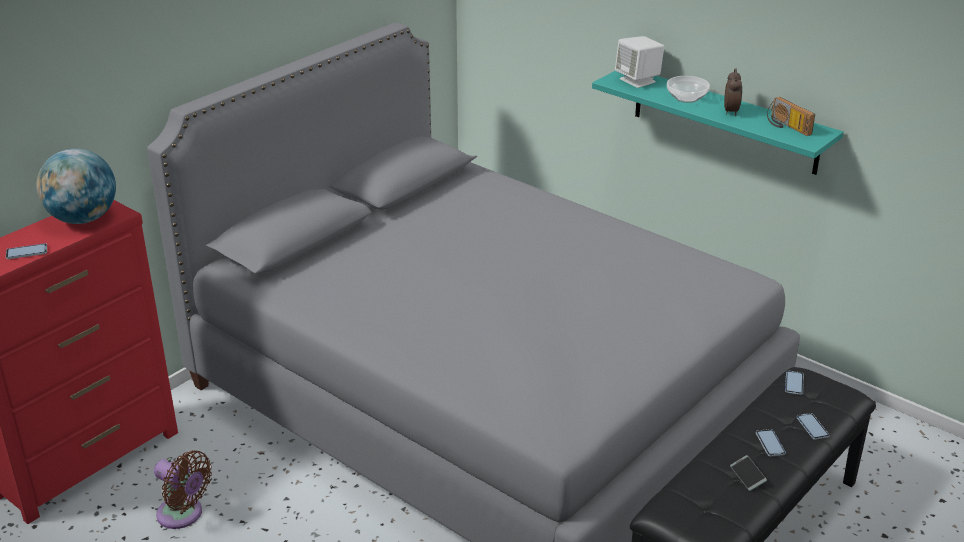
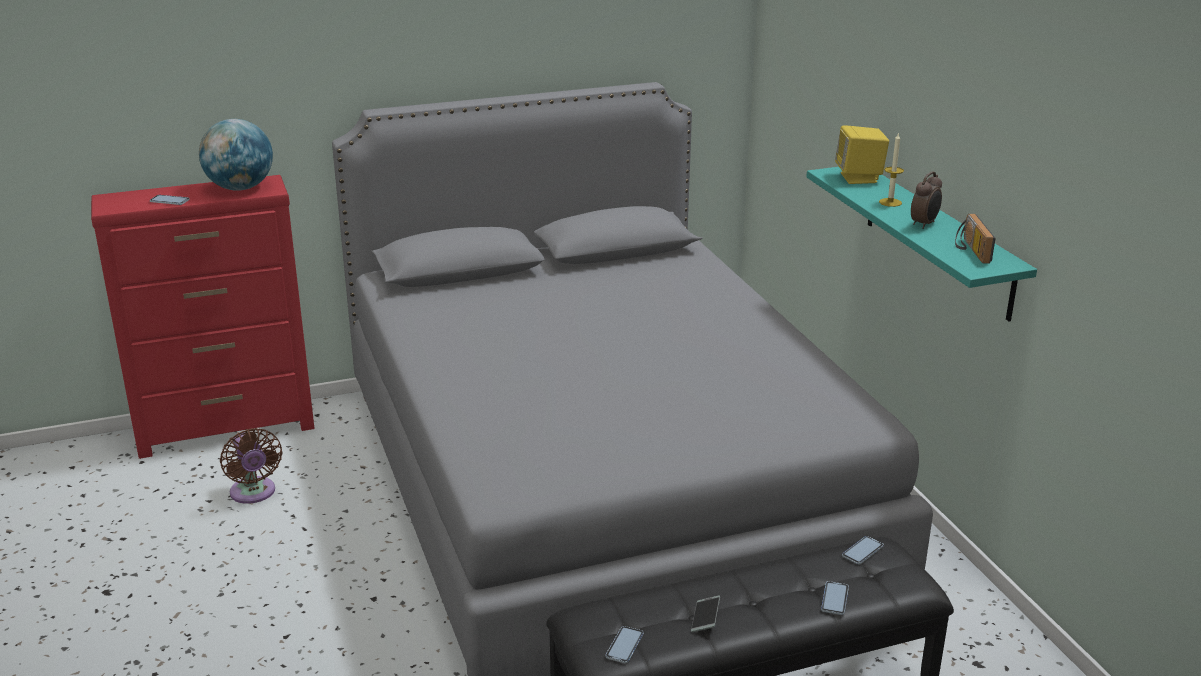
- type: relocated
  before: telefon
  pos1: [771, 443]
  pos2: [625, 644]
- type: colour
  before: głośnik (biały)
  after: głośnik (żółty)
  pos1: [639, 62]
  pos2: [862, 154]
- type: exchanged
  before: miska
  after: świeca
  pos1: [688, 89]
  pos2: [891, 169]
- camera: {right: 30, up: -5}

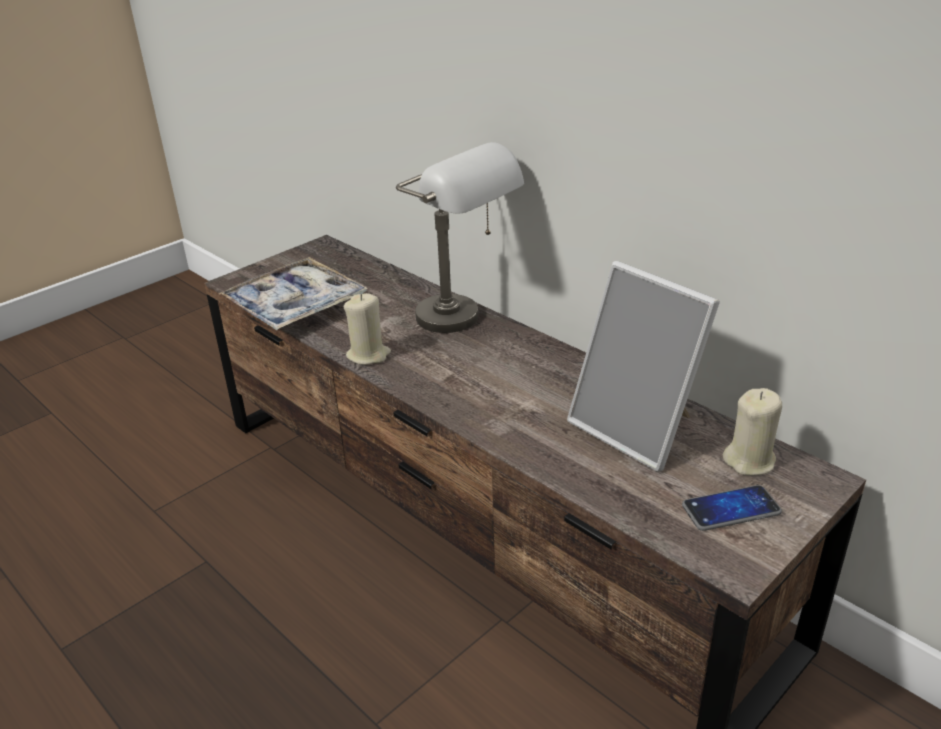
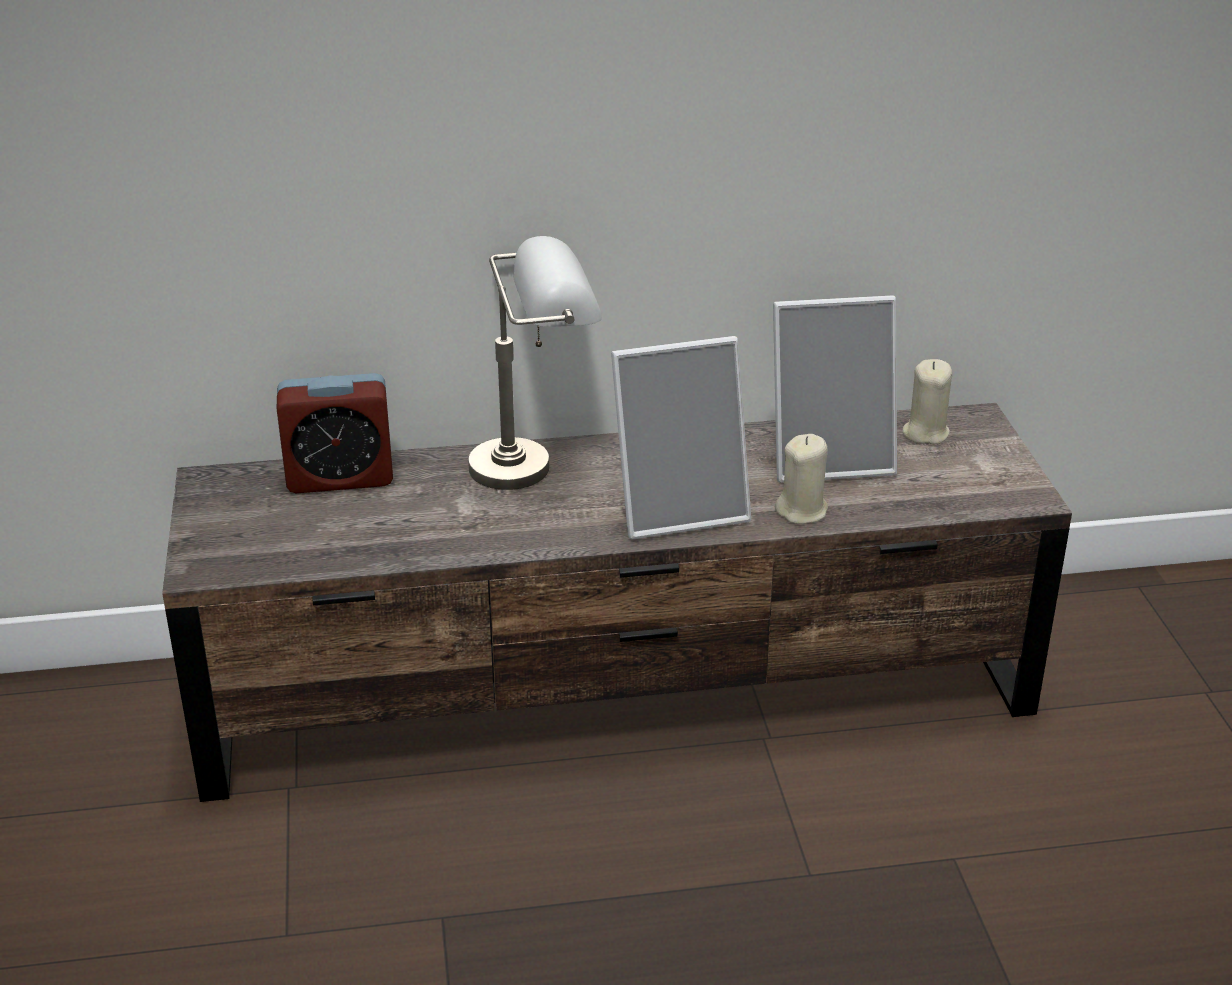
- type: appeared
  after: budzik
  pos2: [334, 433]
- type: appeared
  after: ramka na zdjęcie
  pos2: [681, 438]
- type: relocated
  before: świeca (beżowy)
  pos1: [367, 329]
  pos2: [801, 479]
- type: missing
  before: taca
  pos1: [293, 293]
- type: missing
  before: telefon
  pos1: [732, 508]
- camera: {right: -55, up: 0}

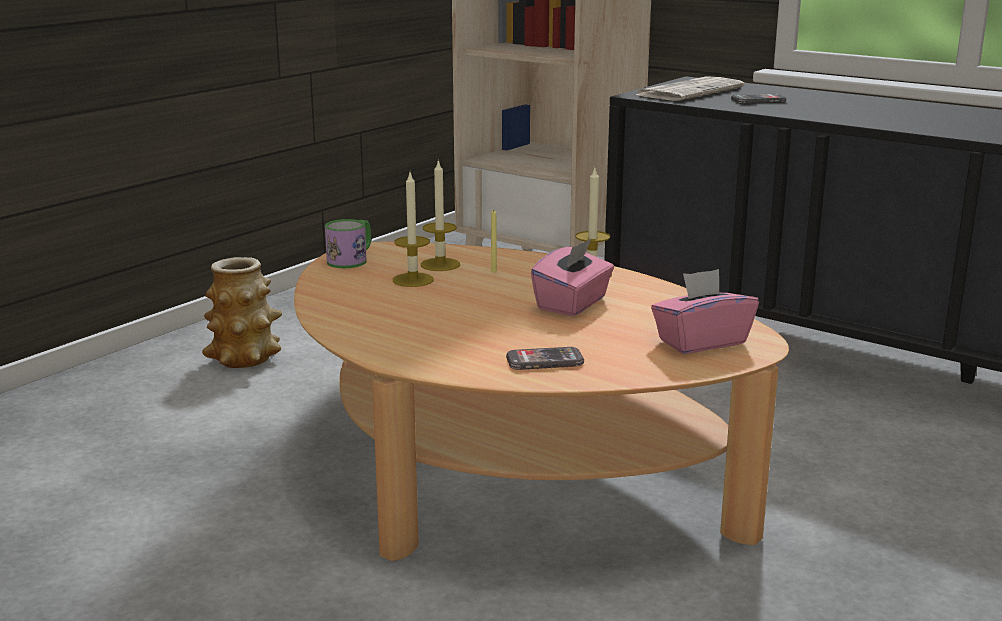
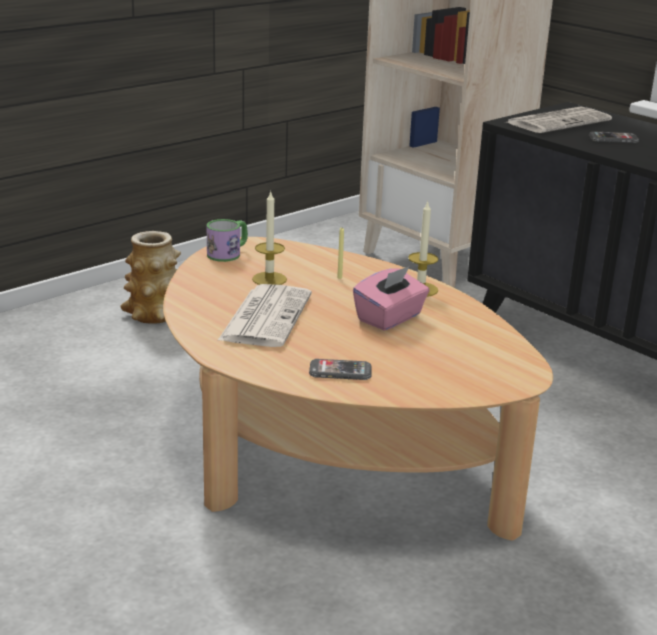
- type: appeared
  after: gazeta
  pos2: [264, 315]
- type: missing
  before: świeca
  pos1: [440, 215]
- type: missing
  before: pudełko chusteczek (różowy)
  pos1: [705, 311]
- camera: {right: 10, up: 5}

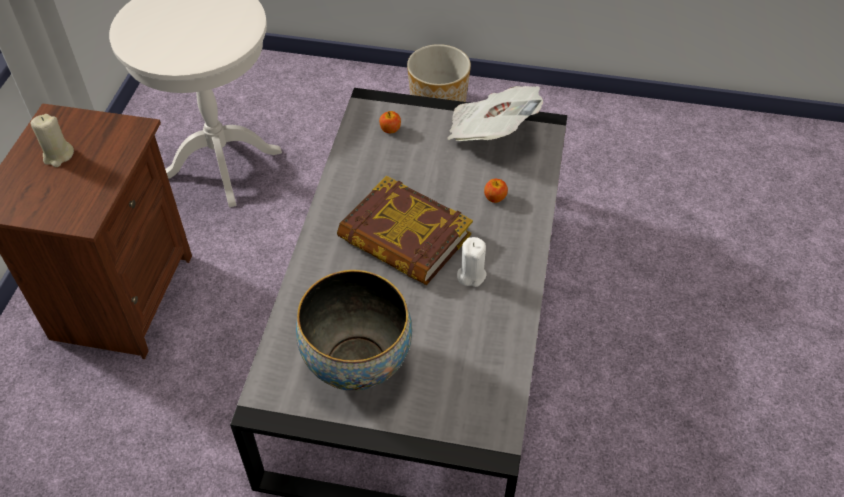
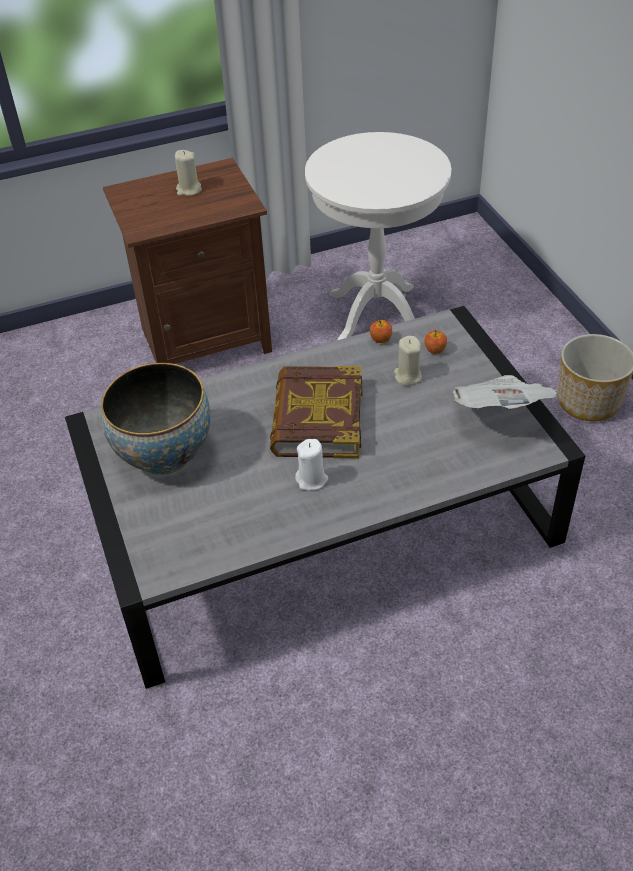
- type: relocated
  before: jabłko
  pos1: [496, 191]
  pos2: [381, 331]
- type: appeared
  after: świeca (beżowy)
  pos2: [408, 361]
- camera: {right: 60, up: -5}

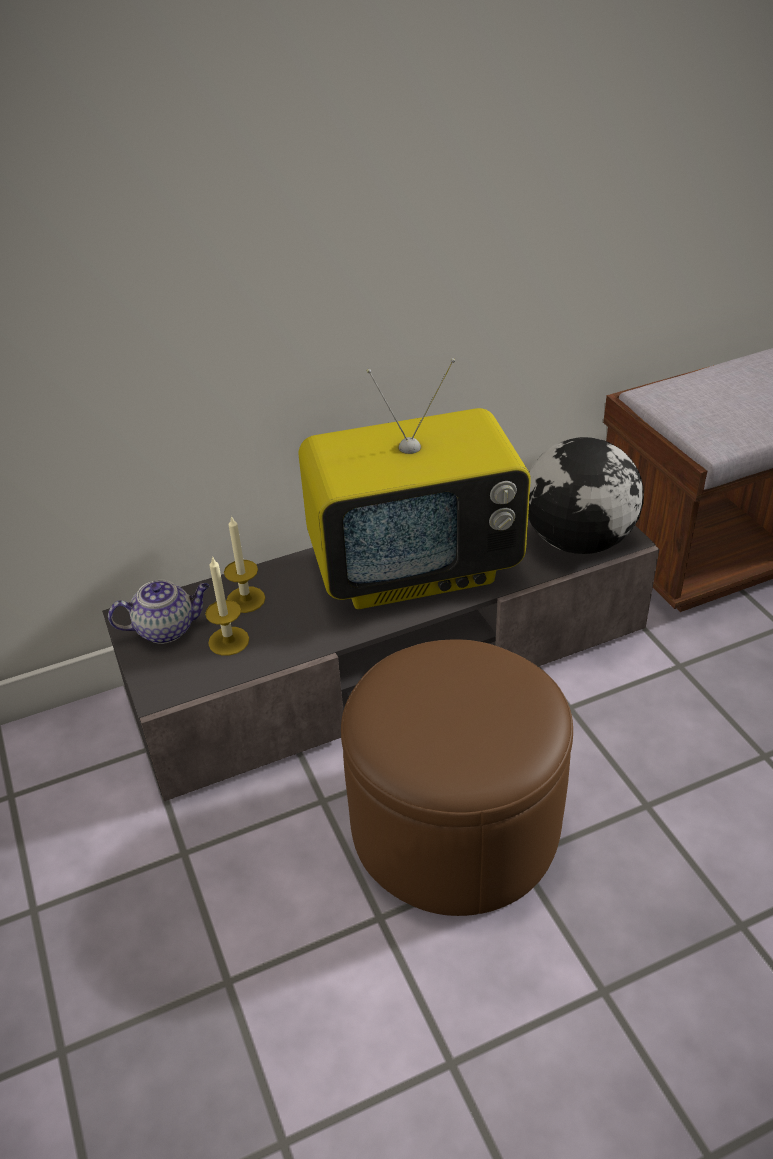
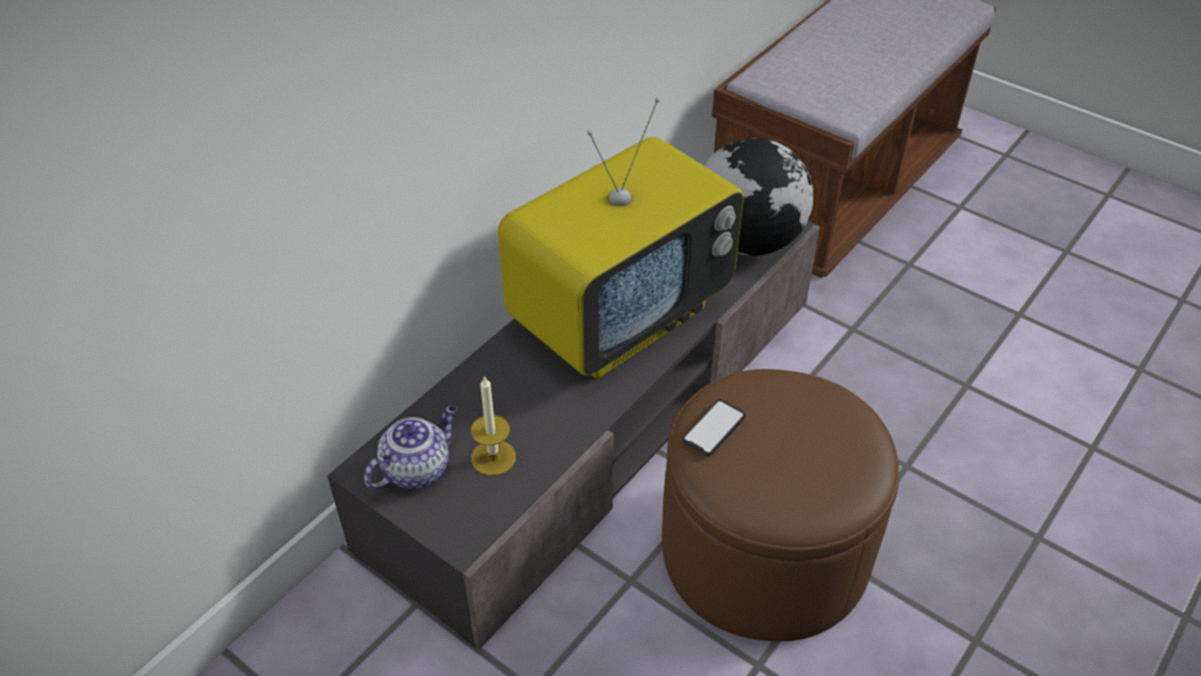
- type: appeared
  after: telefon
  pos2: [714, 427]
- type: missing
  before: świeca
  pos1: [244, 564]
- camera: {right: -30, up: 5}

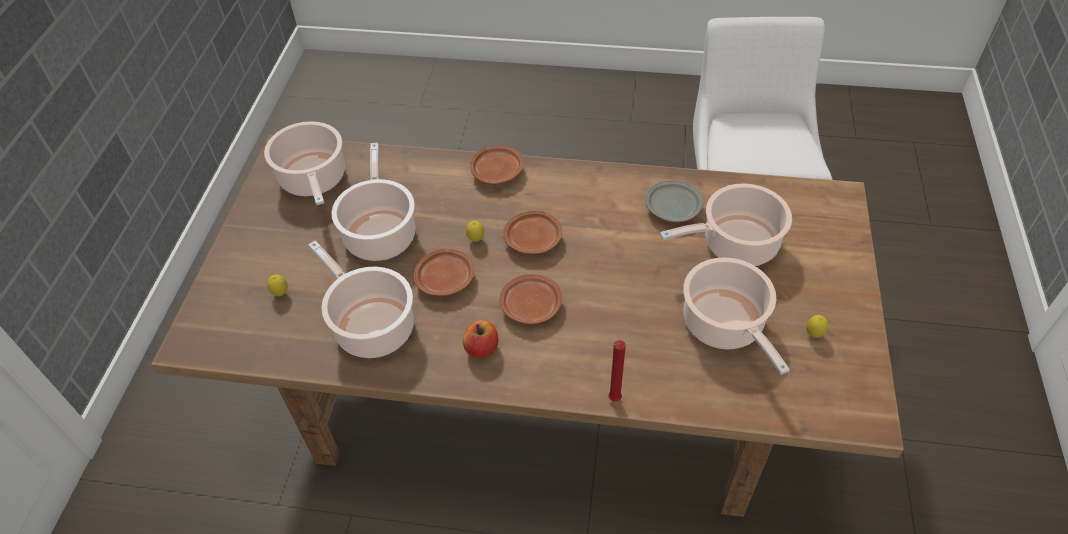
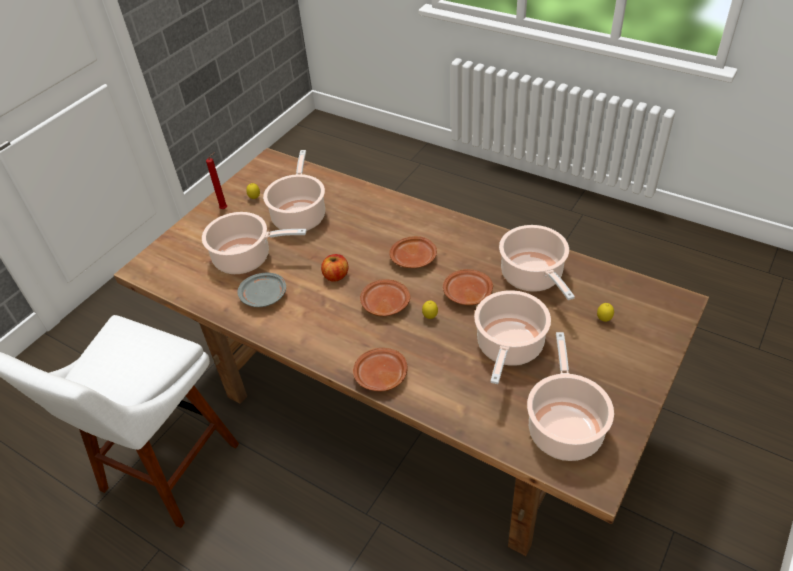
- type: relocated
  before: świeca (czerwony)
  pos1: [617, 371]
  pos2: [216, 180]
- type: relocated
  before: jabłko
  pos1: [481, 339]
  pos2: [334, 268]
- camera: {right: -155, up: -5}

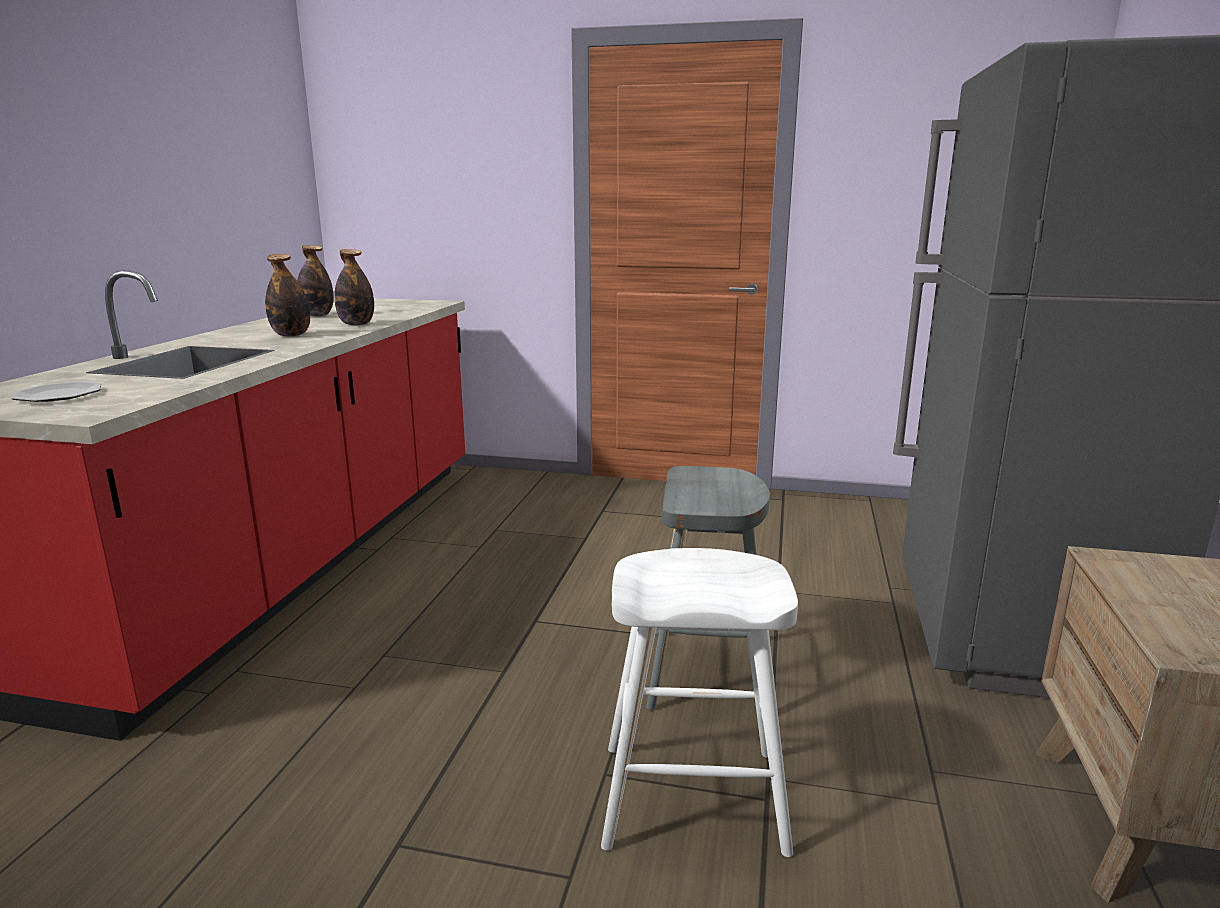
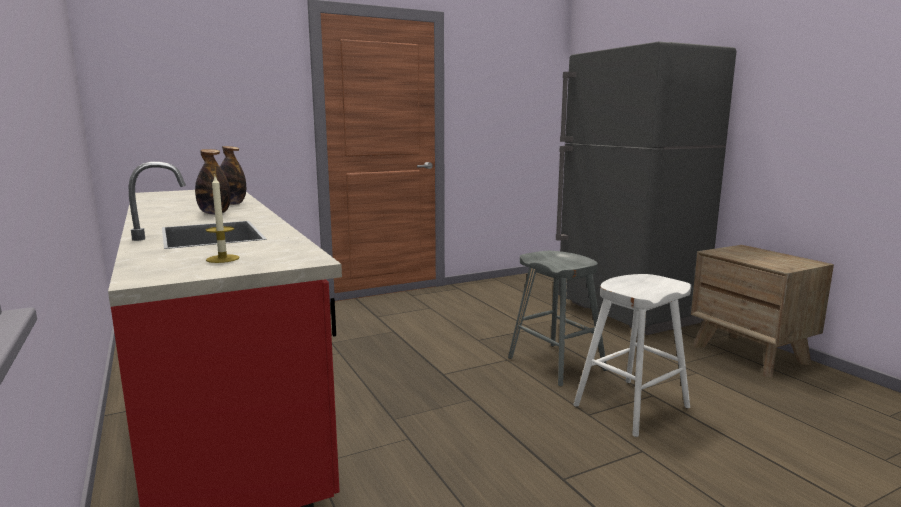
- type: exchanged
  before: talerz
  after: świeca
  pos1: [56, 391]
  pos2: [223, 219]
- type: missing
  before: butelka
  pos1: [315, 280]
- camera: {right: -40, up: -5}

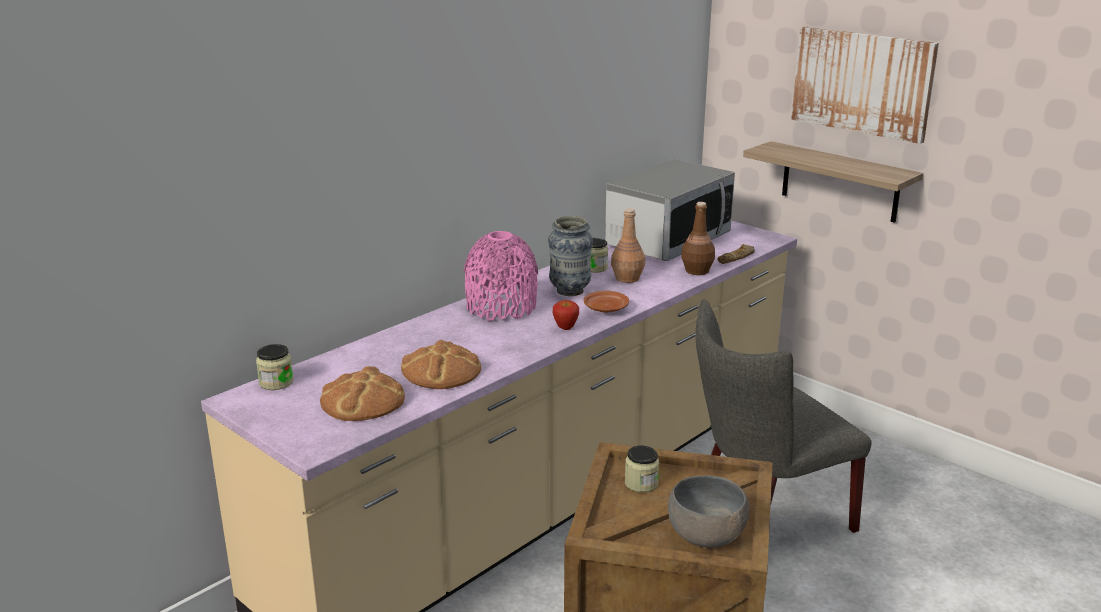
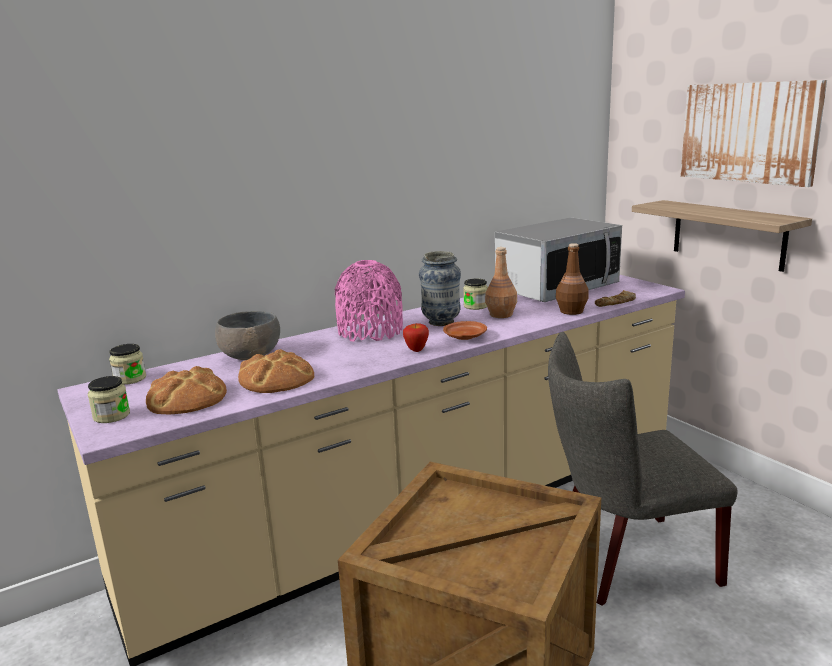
- type: relocated
  before: słoik
  pos1: [642, 469]
  pos2: [109, 399]
- type: relocated
  before: miska (szary)
  pos1: [708, 511]
  pos2: [247, 335]
- camera: {right: 15, up: -5}

